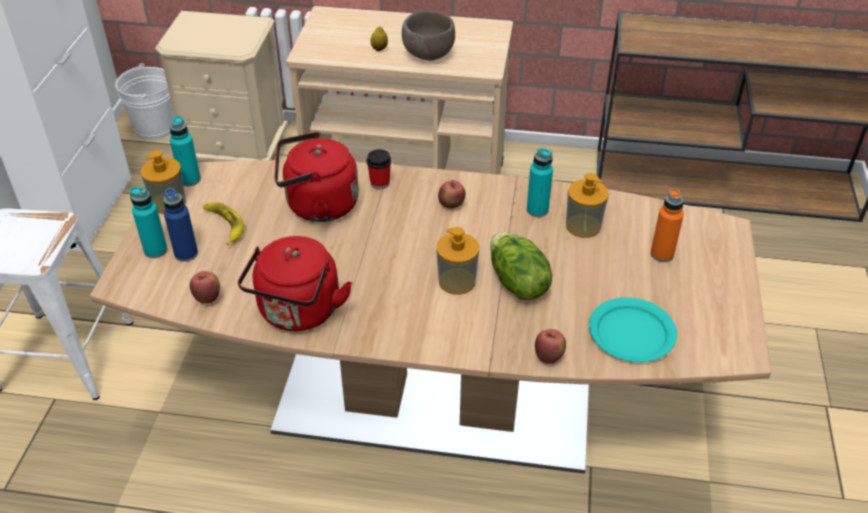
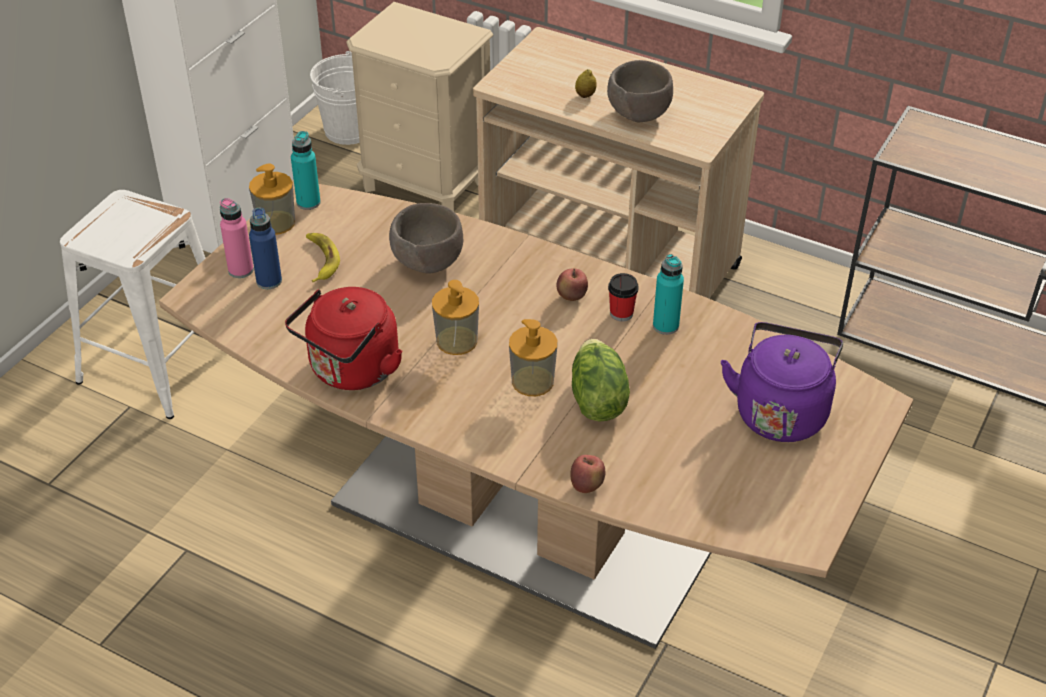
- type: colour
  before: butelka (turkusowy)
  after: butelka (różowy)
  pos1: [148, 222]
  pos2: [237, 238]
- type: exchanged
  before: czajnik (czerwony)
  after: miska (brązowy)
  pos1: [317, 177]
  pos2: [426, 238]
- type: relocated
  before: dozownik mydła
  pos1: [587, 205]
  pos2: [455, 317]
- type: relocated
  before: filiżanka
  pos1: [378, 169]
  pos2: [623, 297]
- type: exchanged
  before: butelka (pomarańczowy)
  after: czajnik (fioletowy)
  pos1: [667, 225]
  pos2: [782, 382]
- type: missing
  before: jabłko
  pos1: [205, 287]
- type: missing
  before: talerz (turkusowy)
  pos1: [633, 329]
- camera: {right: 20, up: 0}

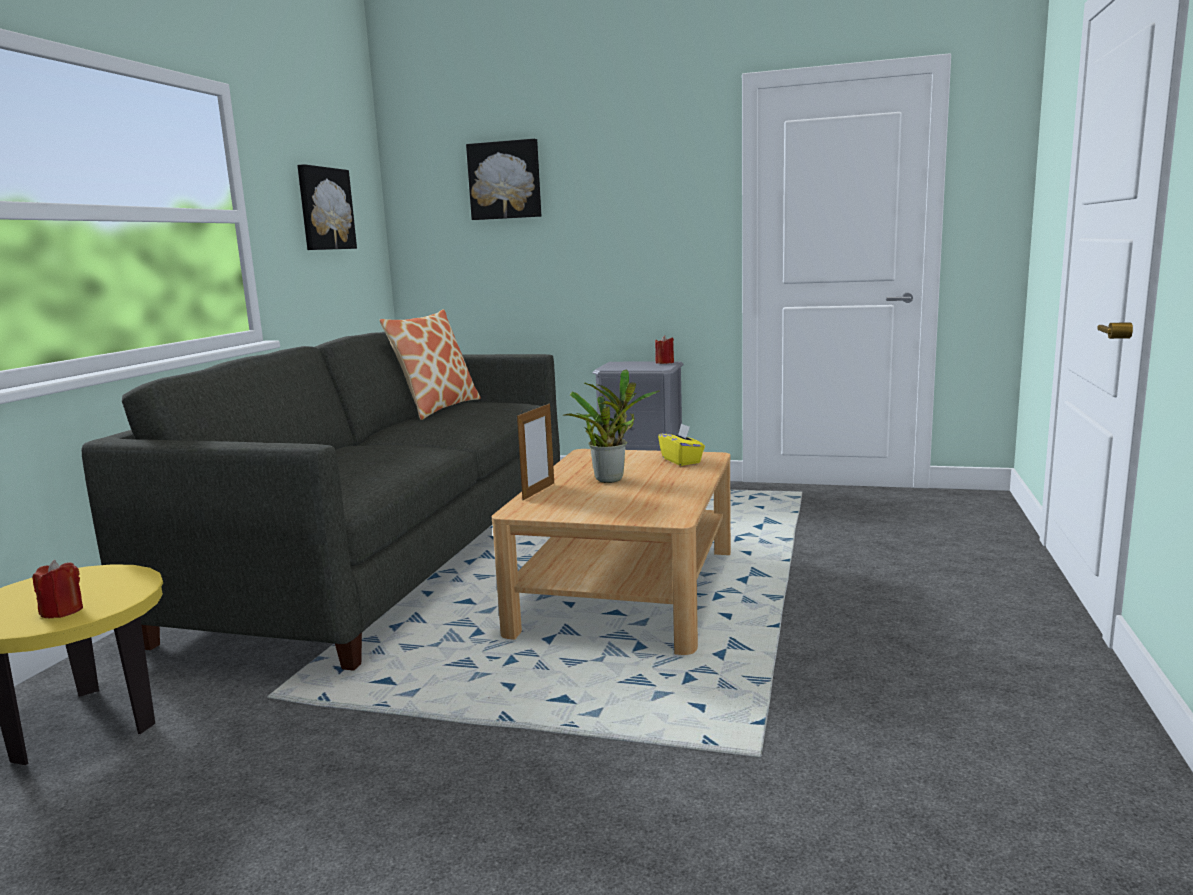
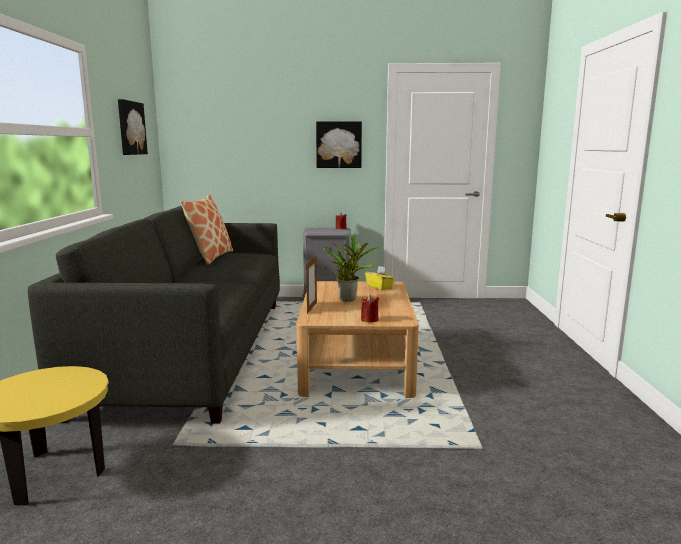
- type: relocated
  before: obraz
  pos1: [503, 179]
  pos2: [339, 144]
- type: relocated
  before: świeca (czerwony)
  pos1: [57, 589]
  pos2: [370, 308]
- camera: {right: -15, up: 0}

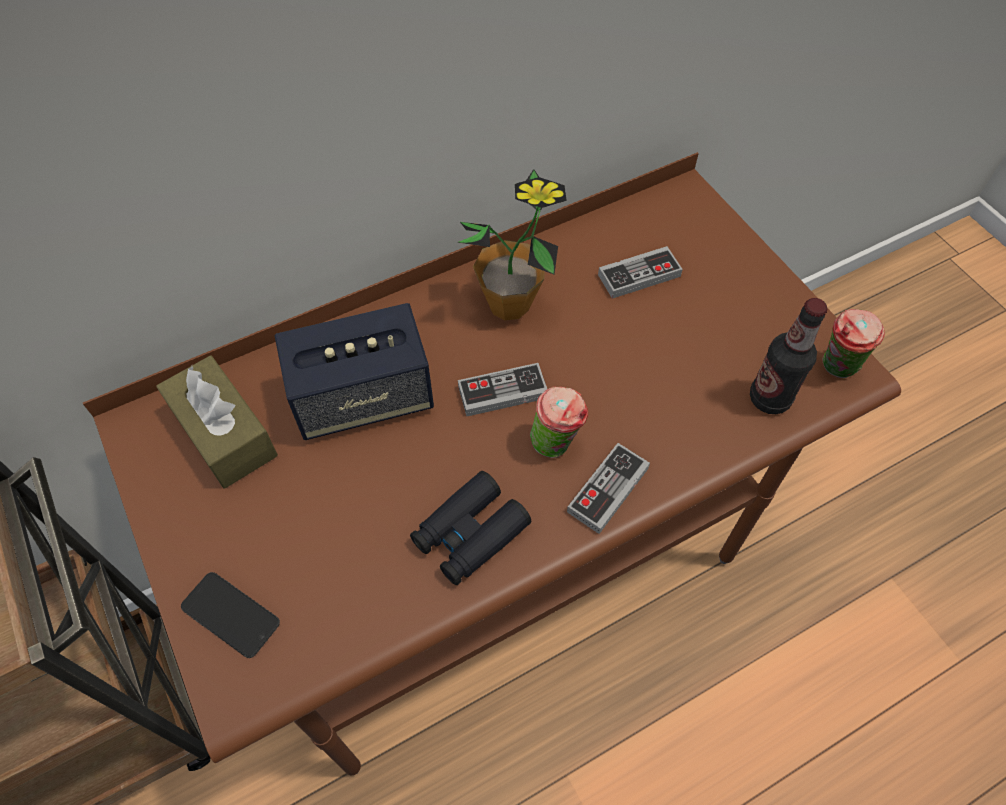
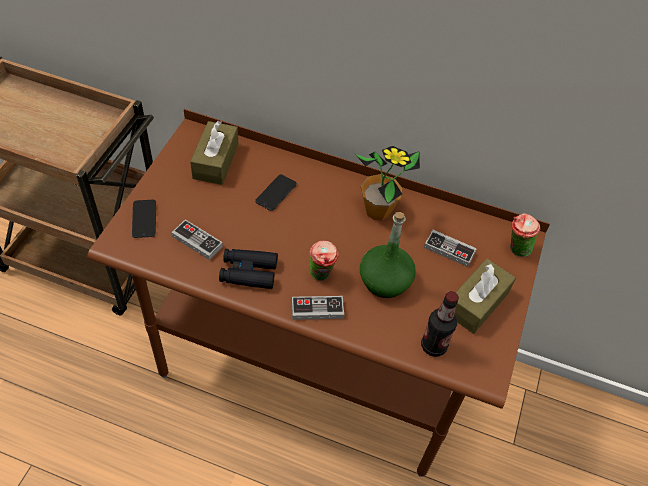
- type: relocated
  before: pad do gier
  pos1: [502, 389]
  pos2: [197, 239]
- type: exchanged
  before: głośnik
  after: telefon
  pos1: [354, 371]
  pos2: [276, 192]
- type: appeared
  after: butelka (zielony)
  pos2: [388, 255]
- type: appeared
  after: pudełko chusteczek (brązowy)
  pos2: [485, 296]
- type: relocated
  before: filiżanka
  pos1: [853, 343]
  pos2: [525, 235]
- camera: {right: 45, up: -5}

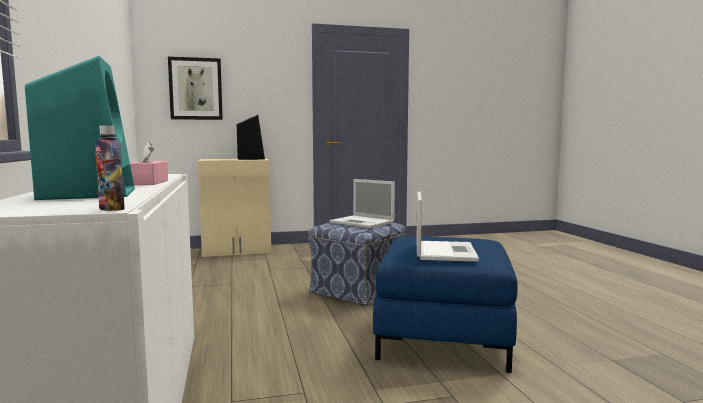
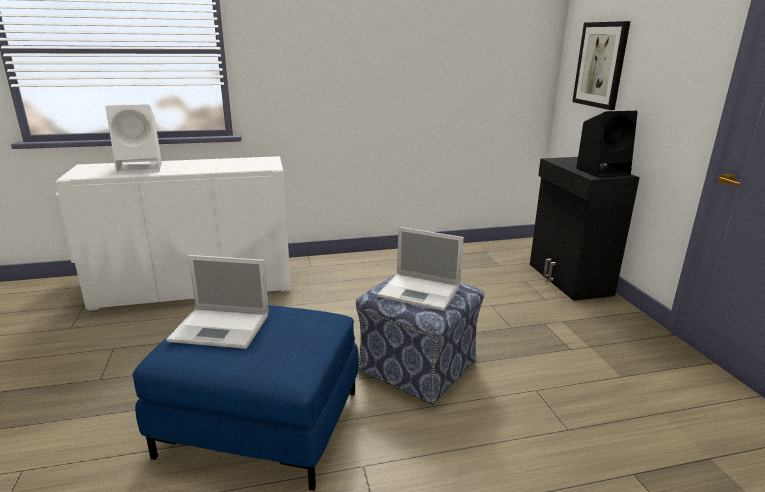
- type: colour
  before: głośnik (turkusowy)
  after: głośnik (biały)
  pos1: [80, 128]
  pos2: [133, 139]
- type: spun
  before: laptop
  pos1: [362, 203]
  pos2: [420, 269]
  turn: -105
- type: colour
  before: szafka (beżowy)
  after: szafka (czarny)
  pos1: [234, 208]
  pos2: [585, 229]
- type: missing
  before: butelka
  pos1: [110, 168]
- type: missing
  before: pudełko chusteczek (różowy)
  pos1: [149, 163]
- camera: {right: 90, up: 15}

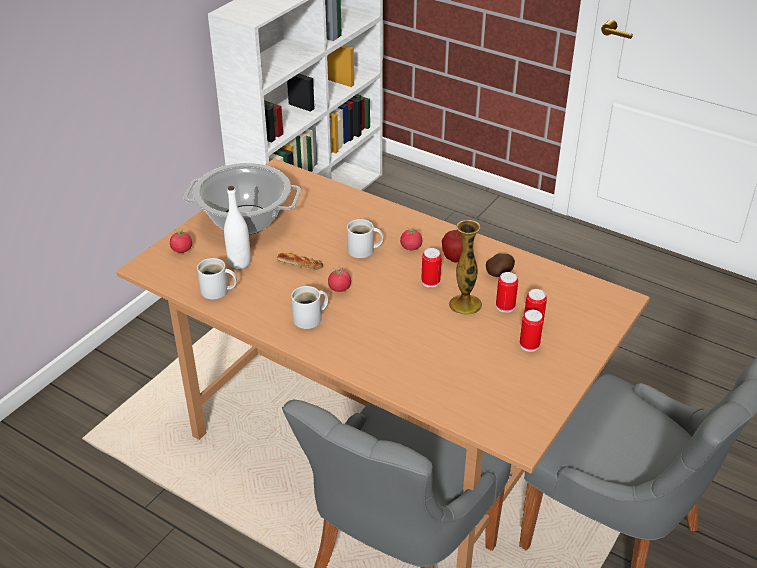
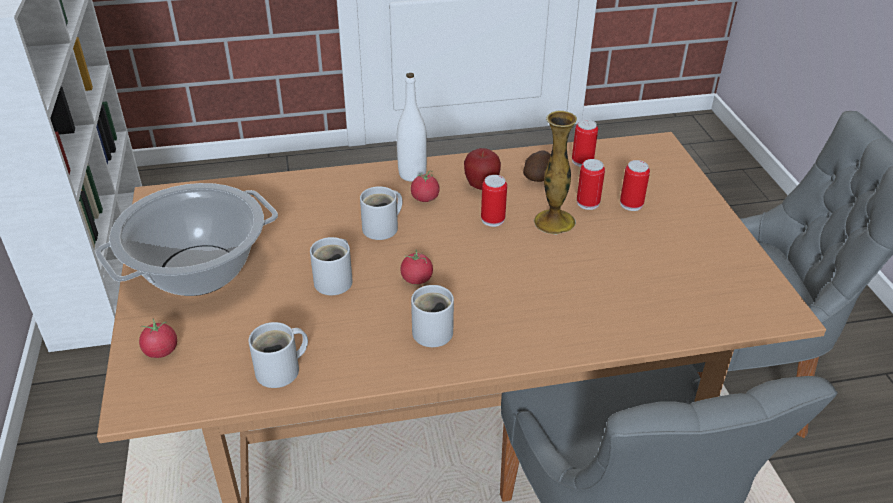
- type: exchanged
  before: chleb
  after: kubek (biały)
  pos1: [300, 261]
  pos2: [331, 266]
- type: relocated
  before: butelka (biały)
  pos1: [237, 227]
  pos2: [412, 127]
- type: relocated
  before: puszka
  pos1: [532, 331]
  pos2: [585, 143]
- camera: {right: -45, up: 0}

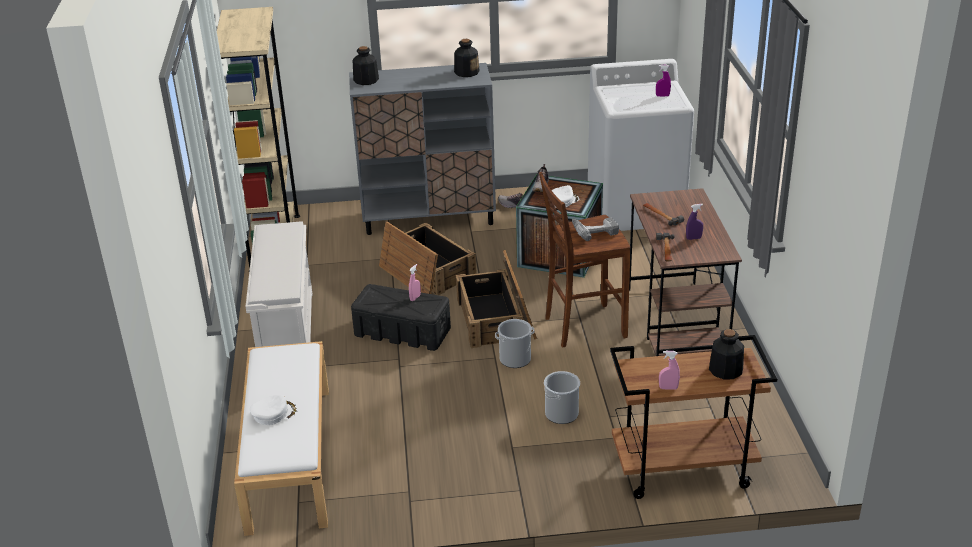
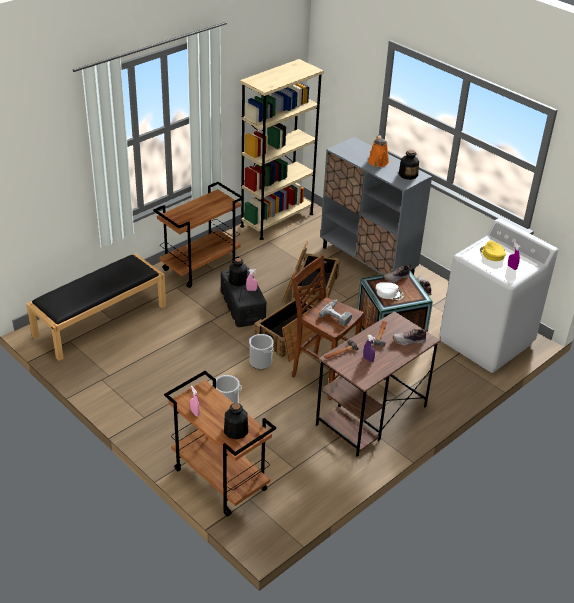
- type: colour
  before: ławka (biały)
  after: ławka (czarny)
  pos1: [281, 438]
  pos2: [96, 307]
- type: exchanged
  before: regał na buty (biały)
  after: wózek (brązowy)
  pos1: [279, 284]
  pos2: [198, 235]
- type: relocated
  before: butelka
  pos1: [366, 65]
  pos2: [238, 272]
- type: appeared
  after: konewka (pomarańczowy)
  pos2: [378, 151]
- type: appeared
  after: but
  pos2: [410, 337]
- type: appeared
  after: czapka z daszkiem (żółty)
  pos2: [493, 251]
- type: missing
  before: czapka z daszkiem (biały)
  pos1: [274, 410]
- camera: {right: 50, up: 5}

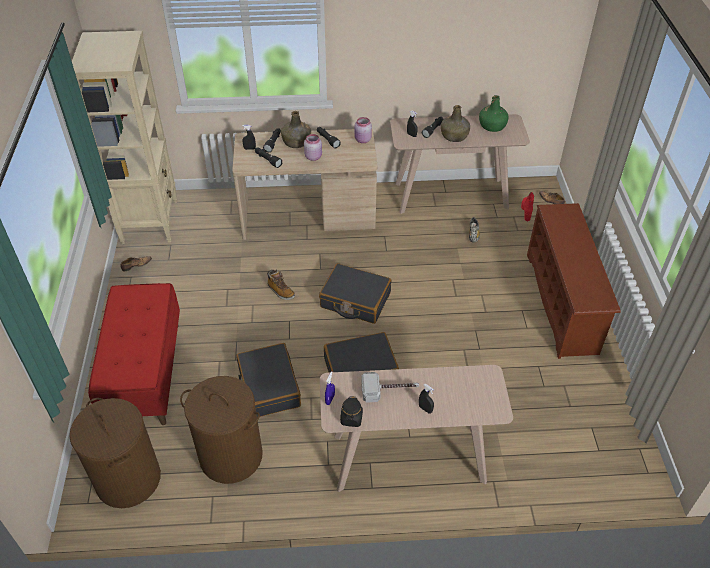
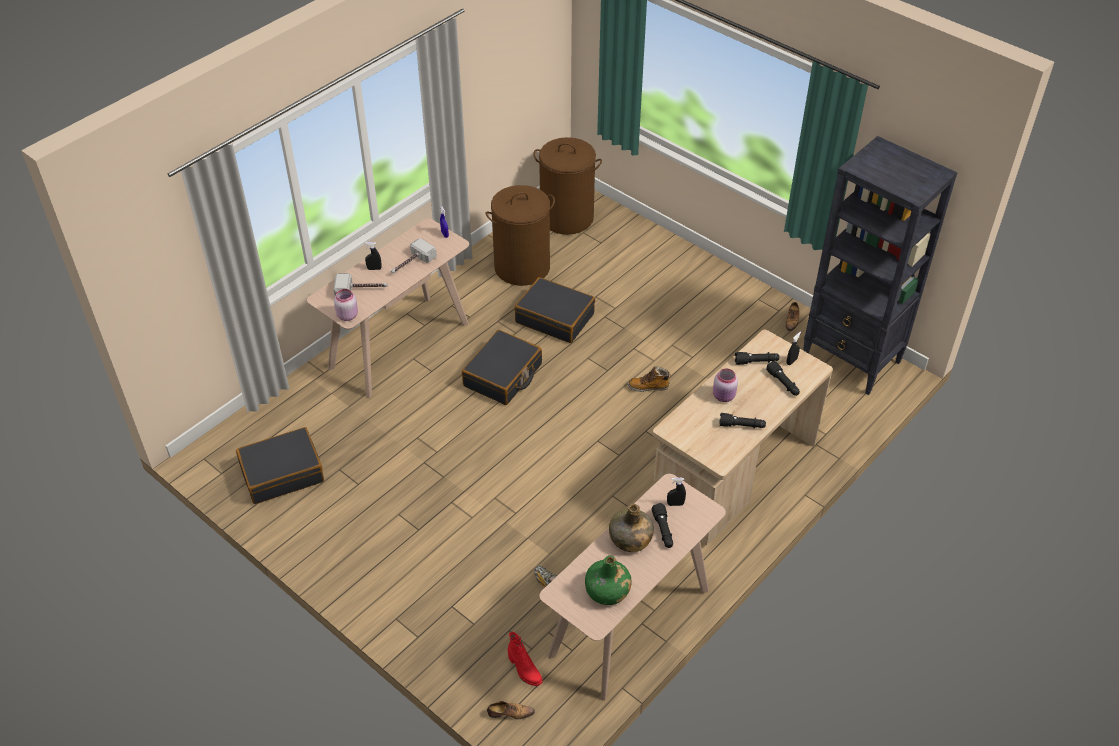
- type: relocated
  before: walizka (czarny)
  pos1: [355, 293]
  pos2: [280, 465]
- type: appeared
  after: młotek
  pos2: [361, 284]
- type: relocated
  before: słoik (różowy)
  pos1: [363, 130]
  pos2: [346, 305]
- type: colour
  before: regał (beżowy)
  after: regał (czarny)
  pos1: [124, 137]
  pos2: [880, 265]
- type: missing
  before: ławka (czerwony)
  pos1: [134, 354]
- type: missing
  before: butelka (zielony)
  pos1: [296, 129]
- type: missing
  before: słoik (czarny)
  pos1: [351, 411]
- type: missing
  before: regał na buty (brązowy)
  pos1: [574, 281]
- camera: {right: 135, up: 0}

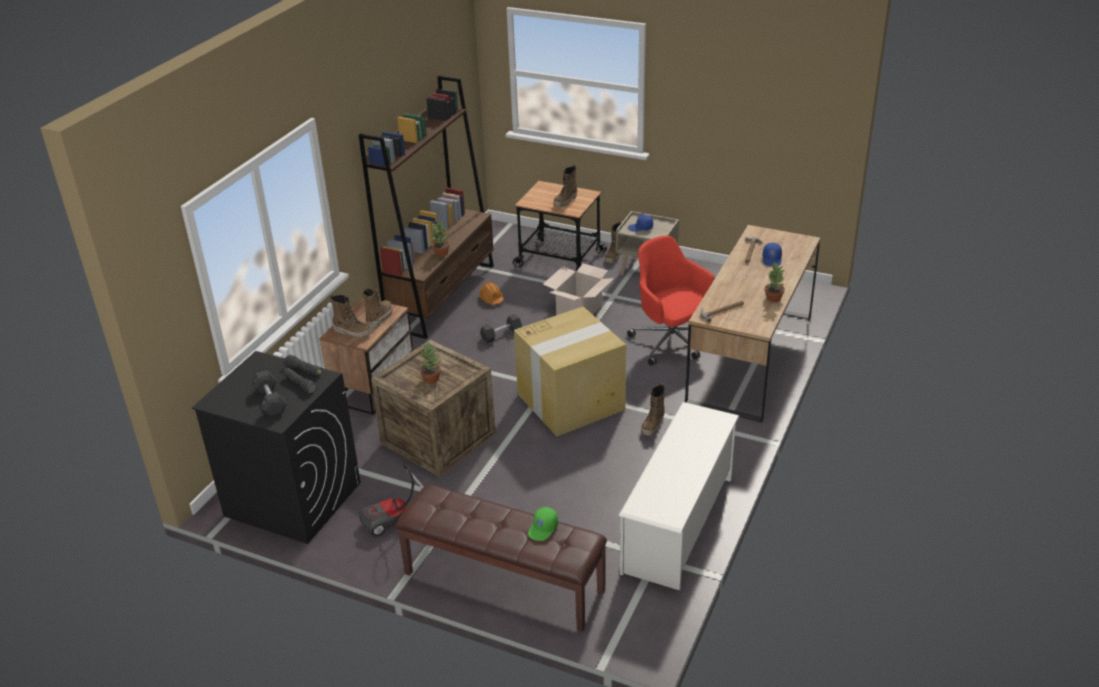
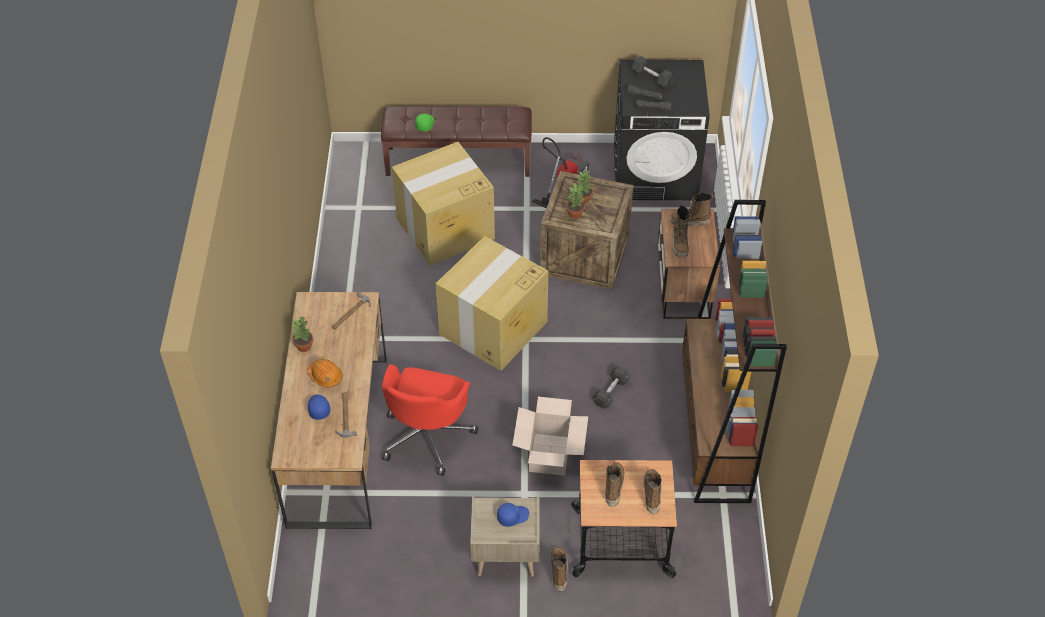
- type: relocated
  before: kask (pomarańczowy)
  pos1: [491, 293]
  pos2: [325, 373]
- type: spun
  before: krzesło biurowe (czerwony)
  pos1: [671, 301]
  pos2: [430, 420]
  turn: 75
- type: appeared
  after: karton
  pos2: [443, 204]
- type: relocated
  before: roślina doniczkowa
  pos1: [441, 239]
  pos2: [575, 201]
- type: relocated
  before: but z cholewką
  pos1: [653, 409]
  pos2: [653, 491]
- type: missing
  before: regał na buty (biały)
  pos1: [678, 496]
- camera: {right: 155, up: 15}

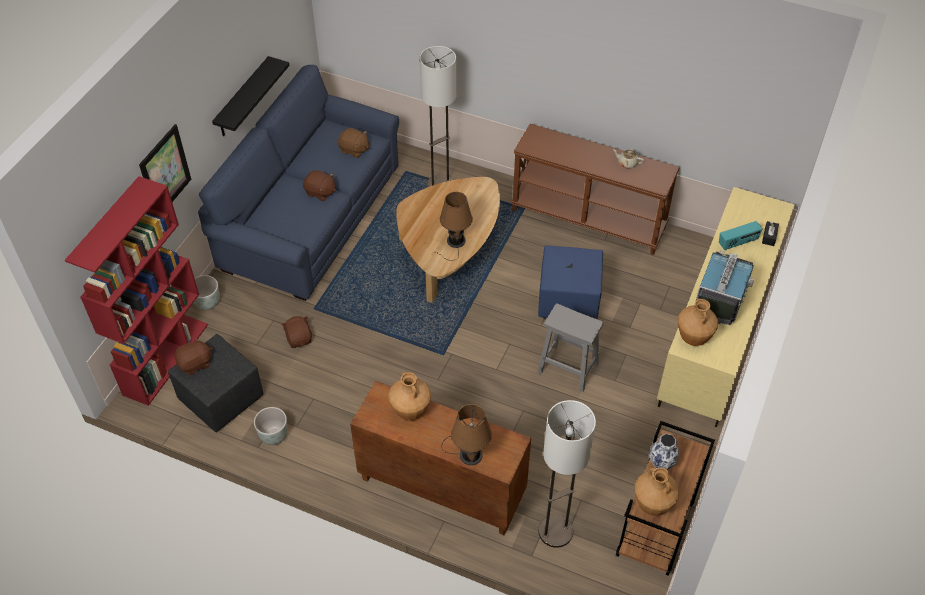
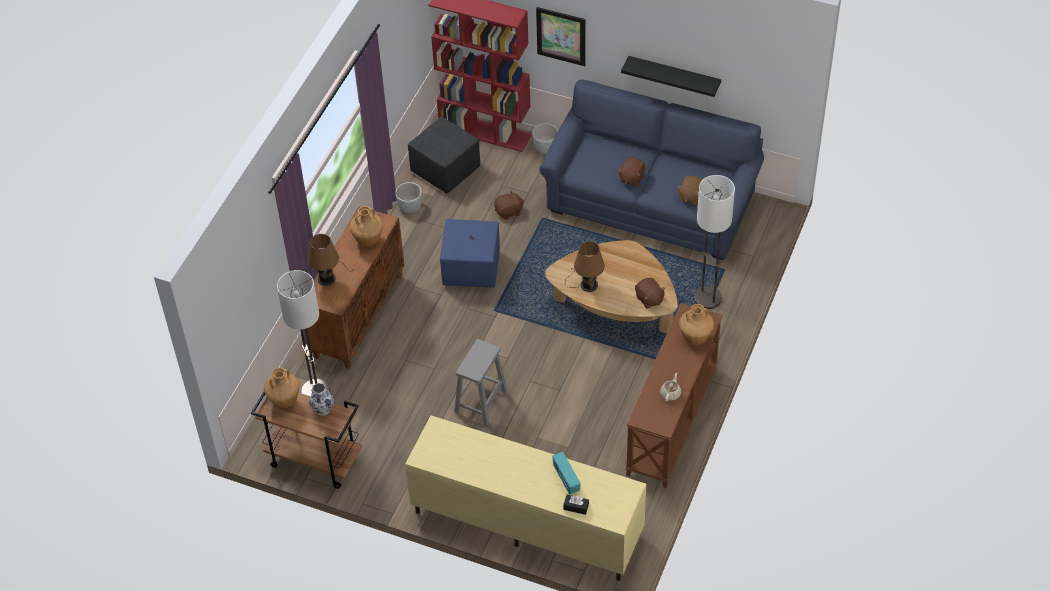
- type: relocated
  before: pufa (niebieski)
  pos1: [570, 282]
  pos2: [470, 253]
- type: relocated
  before: pluszak (brązowy)
  pos1: [194, 356]
  pos2: [650, 293]
- type: relocated
  before: wazon (brązowy)
  pos1: [698, 322]
  pos2: [696, 324]
- type: missing
  before: telewizor
  pos1: [725, 288]
- camera: {right: 90, up: 0}

